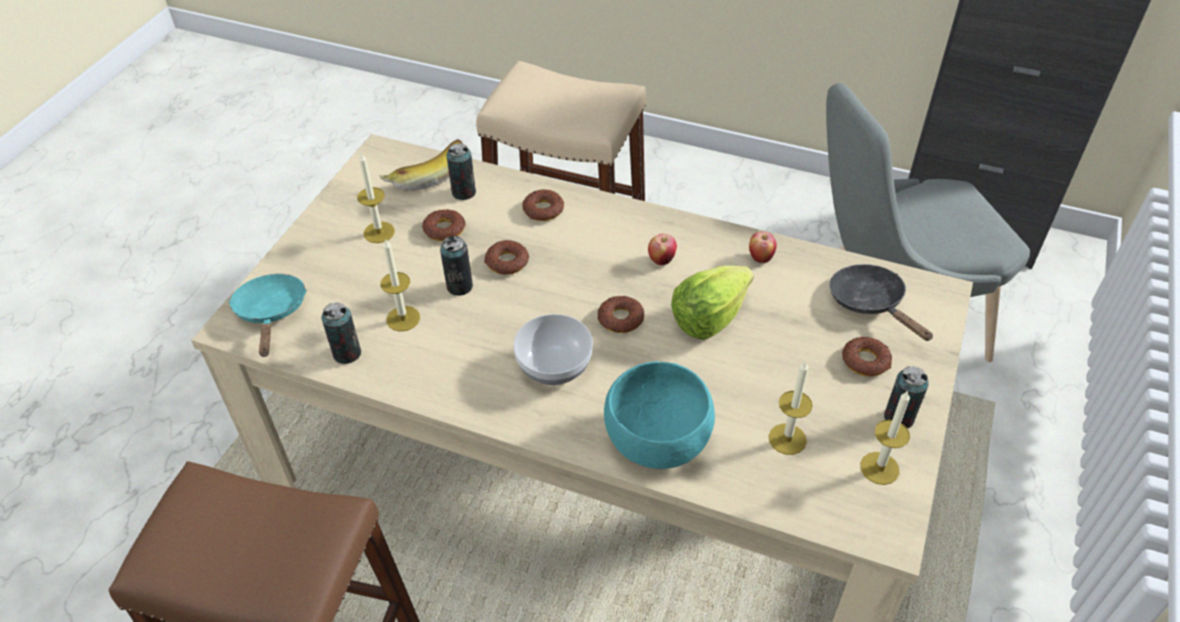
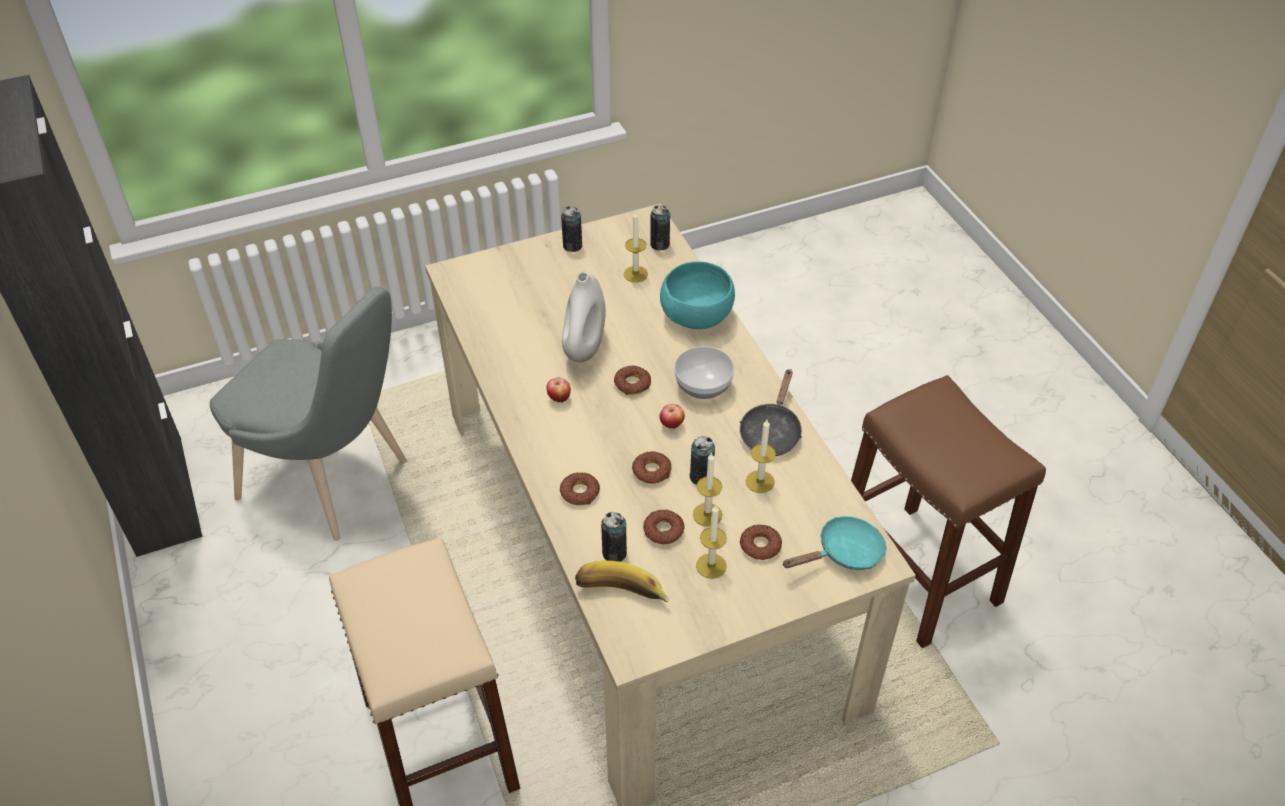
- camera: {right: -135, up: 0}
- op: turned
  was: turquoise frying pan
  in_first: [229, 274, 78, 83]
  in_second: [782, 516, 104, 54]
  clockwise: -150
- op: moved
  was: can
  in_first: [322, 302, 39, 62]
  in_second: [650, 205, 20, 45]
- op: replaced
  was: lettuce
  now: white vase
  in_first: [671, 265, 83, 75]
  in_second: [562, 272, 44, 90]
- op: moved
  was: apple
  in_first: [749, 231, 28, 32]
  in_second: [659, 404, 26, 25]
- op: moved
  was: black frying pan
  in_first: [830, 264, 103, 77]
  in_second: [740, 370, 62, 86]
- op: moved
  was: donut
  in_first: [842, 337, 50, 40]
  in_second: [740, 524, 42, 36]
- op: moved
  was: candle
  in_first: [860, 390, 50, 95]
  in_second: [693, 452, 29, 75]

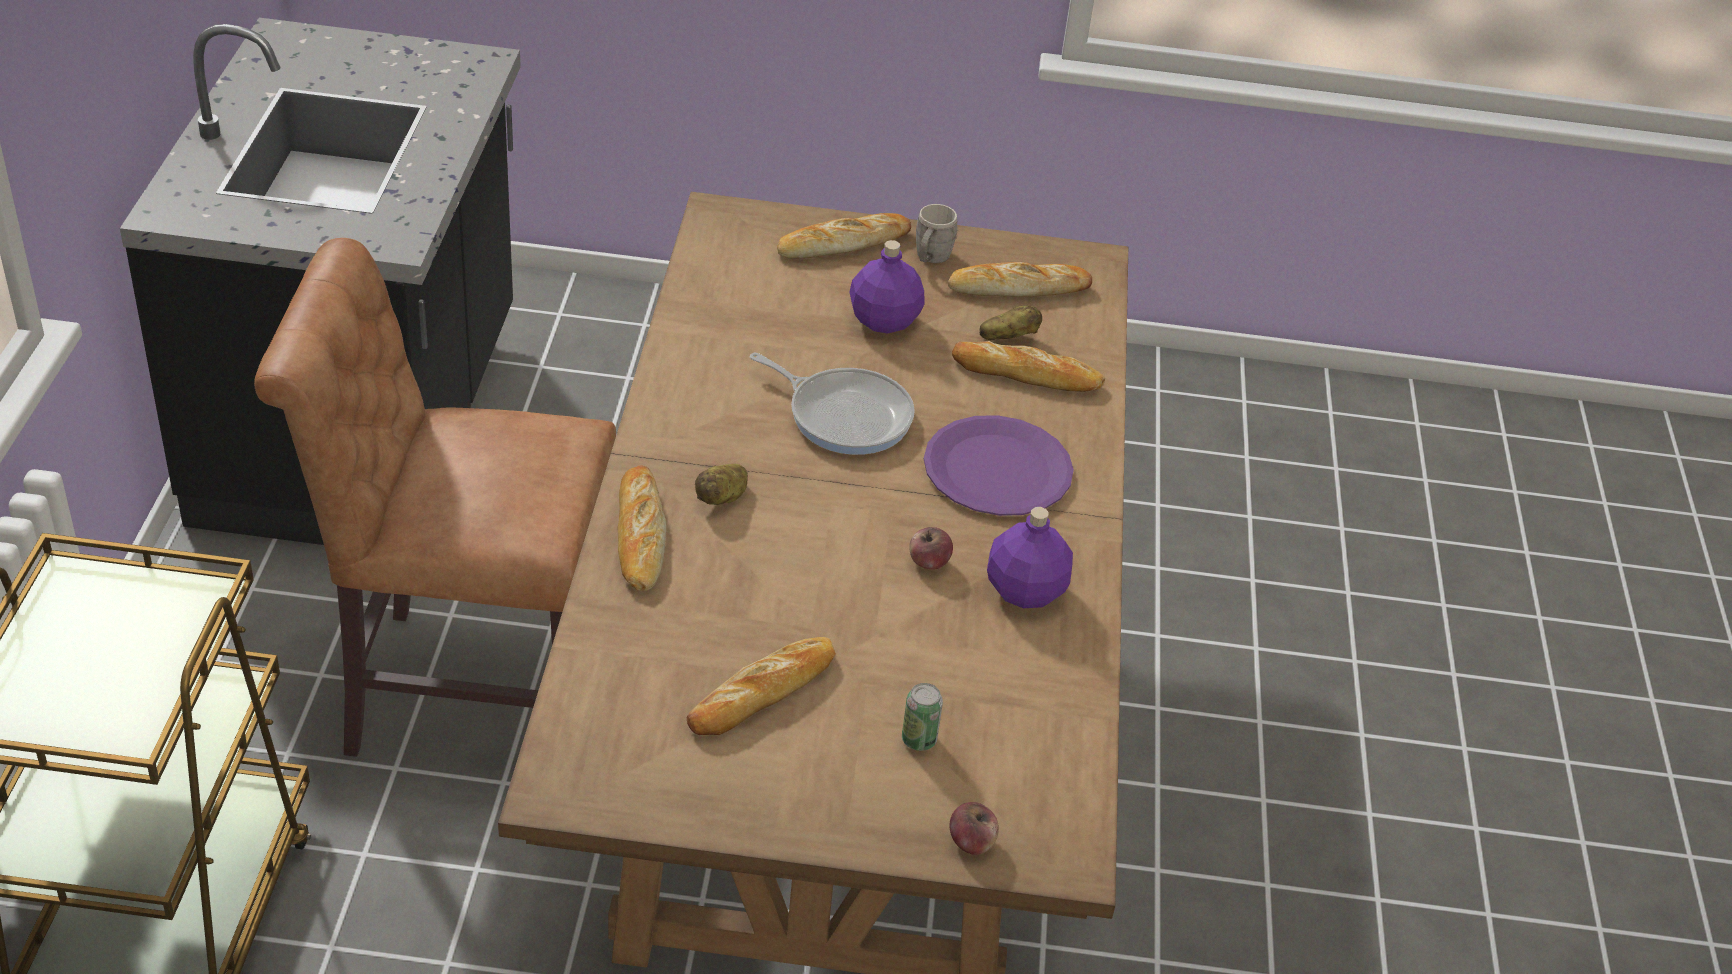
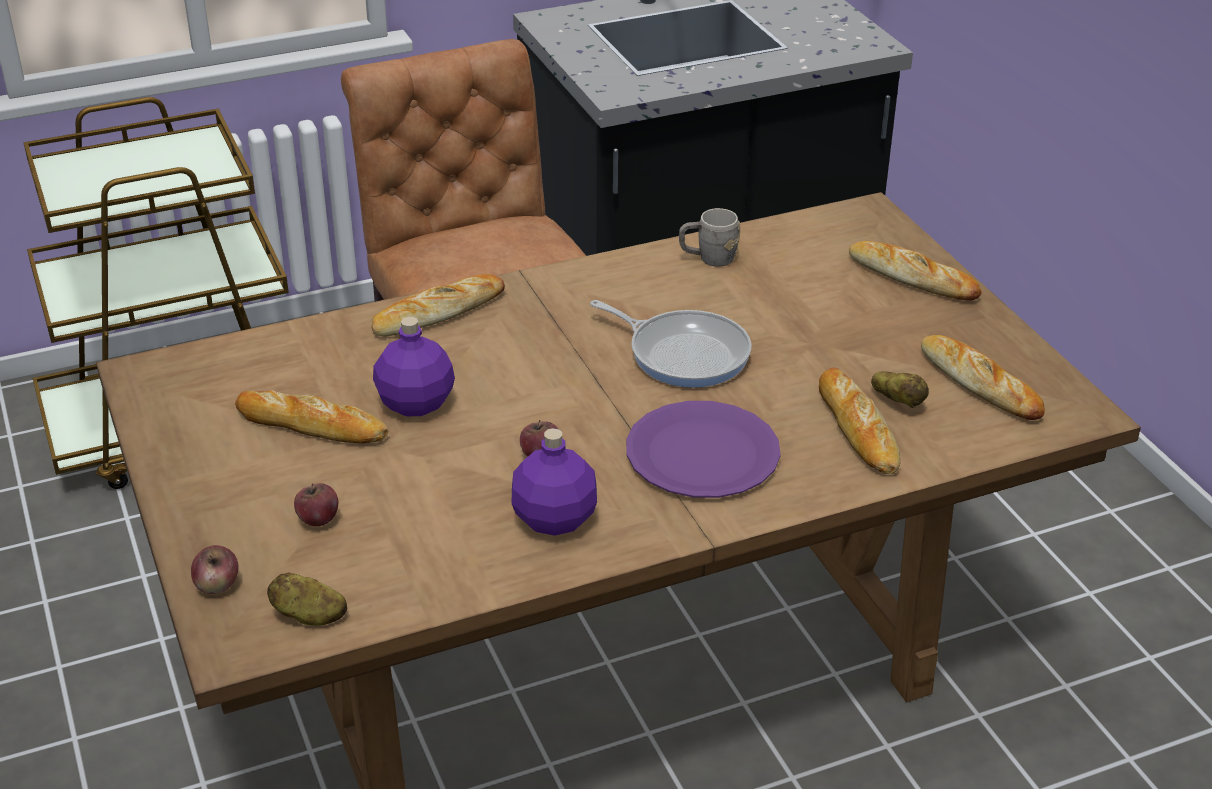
- camera: {right: 65, up: -5}
- op: moved
  was: potato
  in_first: [695, 464, 53, 41]
  in_second: [267, 572, 80, 54]
- op: turned
  was: frying pan
  in_first: [750, 353, 165, 102]
  in_second: [590, 300, 161, 88]
  clockwise: -60
- op: moved
  was: purple bottle
  in_first: [849, 240, 76, 93]
  in_second: [373, 317, 82, 99]
- op: replaced
  was: can
  now: apple
  in_first: [902, 683, 41, 68]
  in_second: [294, 483, 44, 44]
- op: moved
  was: grey mug
  in_first: [916, 204, 42, 59]
  in_second: [679, 208, 61, 59]

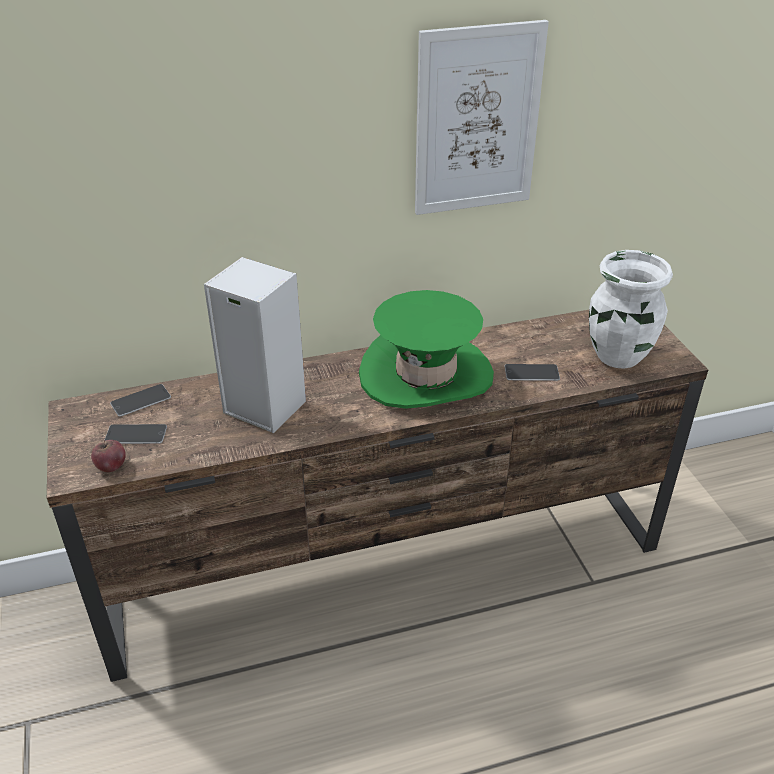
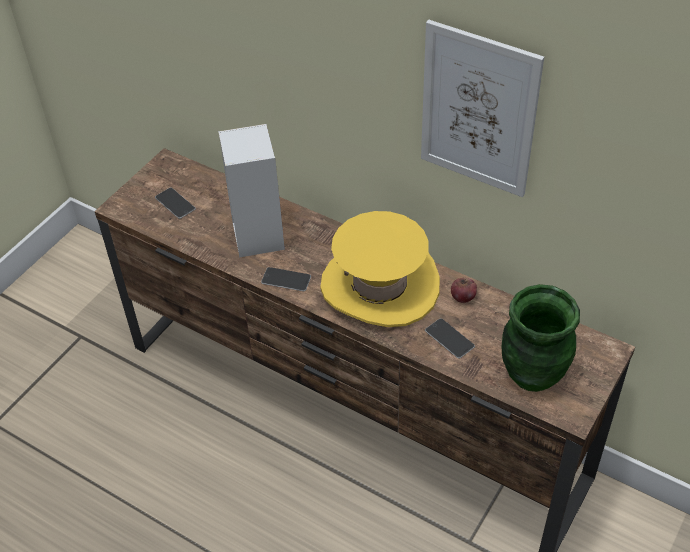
- camera: {right: 50, up: 10}
- op: moved
  was: apple
  in_first: [91, 440, 35, 32]
  in_second: [451, 277, 26, 26]
- op: moved
  was: phone
  in_first: [110, 384, 61, 33]
  in_second: [261, 267, 50, 24]
- op: recoloured
  was: green hat
  now: yellow hat
  in_first: [359, 290, 135, 119]
  in_second: [320, 211, 120, 116]
- op: recoloured
  was: white vase
  now: green vase
  in_first: [589, 250, 84, 119]
  in_second: [502, 284, 78, 108]

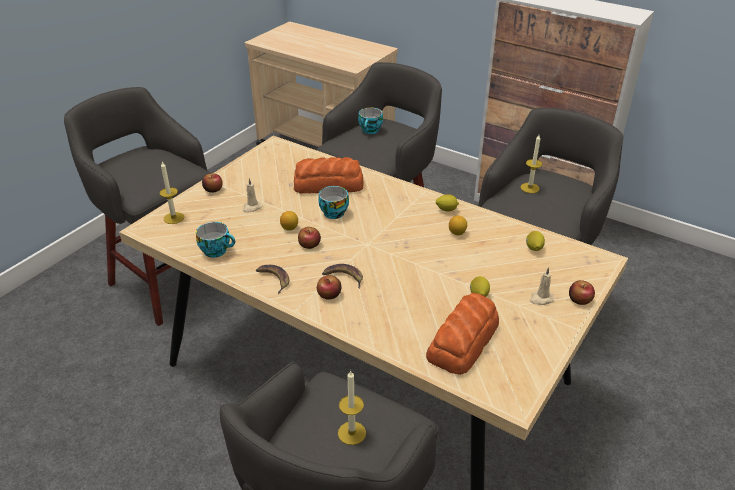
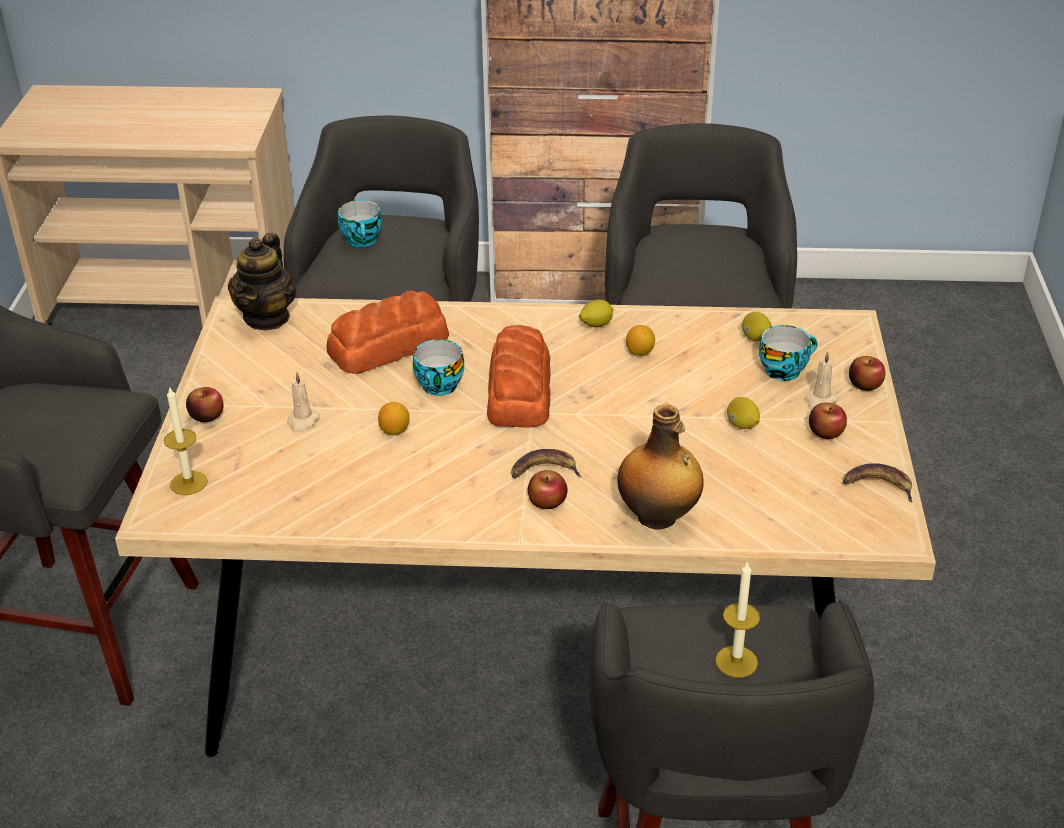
- camera: {right: -30, up: 0}
- op: moved
  was: cup
  in_first: [196, 222, 39, 36]
  in_second: [759, 325, 58, 56]
- op: moved
  was: banana
  in_first: [256, 265, 33, 29]
  in_second: [843, 463, 70, 40]
- op: moved
  was: apple
  in_first: [298, 227, 23, 22]
  in_second: [809, 403, 38, 36]
- op: moved
  was: bread
  in_first: [426, 293, 73, 82]
  in_second: [487, 325, 64, 103]
- op: removed
  was: candle
  in_first: [520, 135, 22, 58]
- op: added
  now: teapot
  in_second: [228, 233, 68, 97]
- op: added
  now: bottle
  in_second: [617, 404, 87, 126]

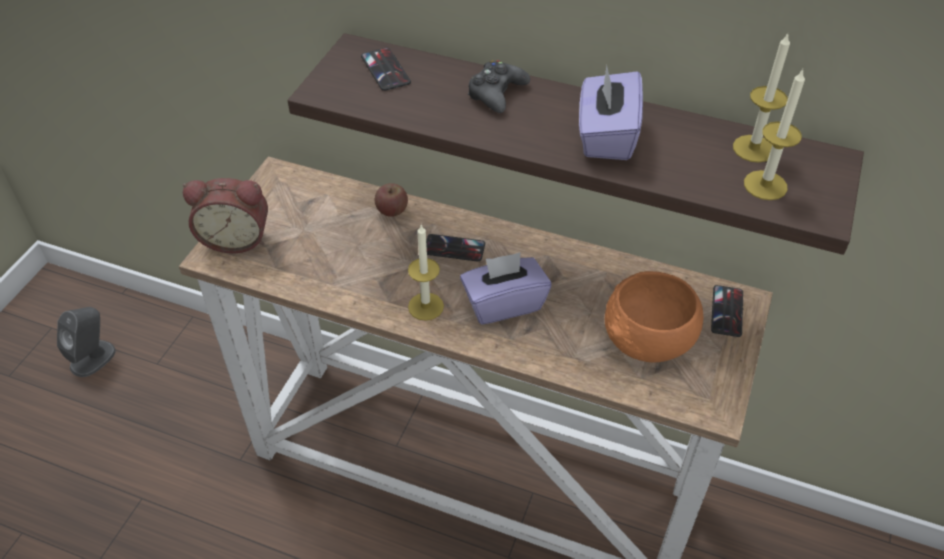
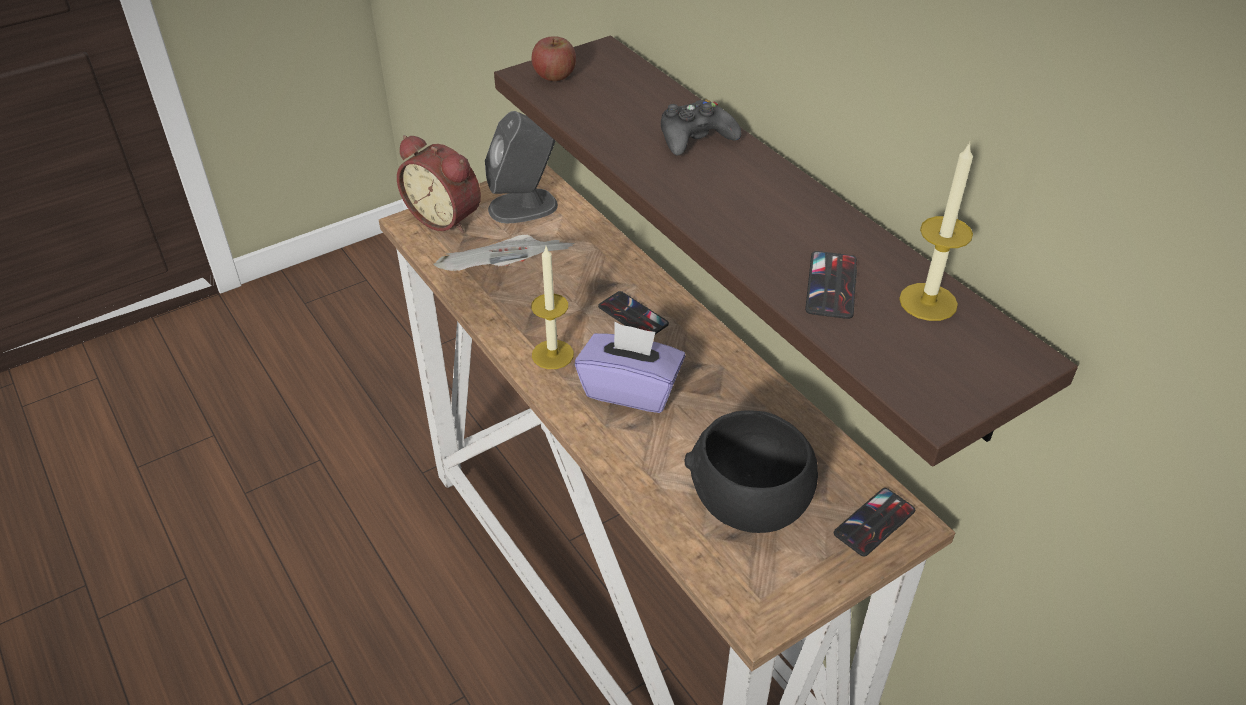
- camera: {right: 35, up: -5}
- op: moved
  was: grey speaker
  in_first: [57, 307, 59, 70]
  in_second: [485, 111, 73, 112]
- op: moved
  was: phone
  in_first: [361, 48, 50, 43]
  in_second: [805, 251, 52, 68]
- op: moved
  was: apple
  in_first: [375, 183, 33, 34]
  in_second: [532, 36, 44, 45]
- op: removed
  was: purple tissue box
  in_first: [579, 65, 64, 95]
- op: recoloured
  was: orange bowl
  now: black bowl
  in_first: [605, 271, 98, 92]
  in_second: [684, 410, 134, 123]
- op: removed
  was: candle
  in_first: [744, 69, 61, 131]
- op: added
  now: newspaper
  in_second: [434, 234, 141, 37]

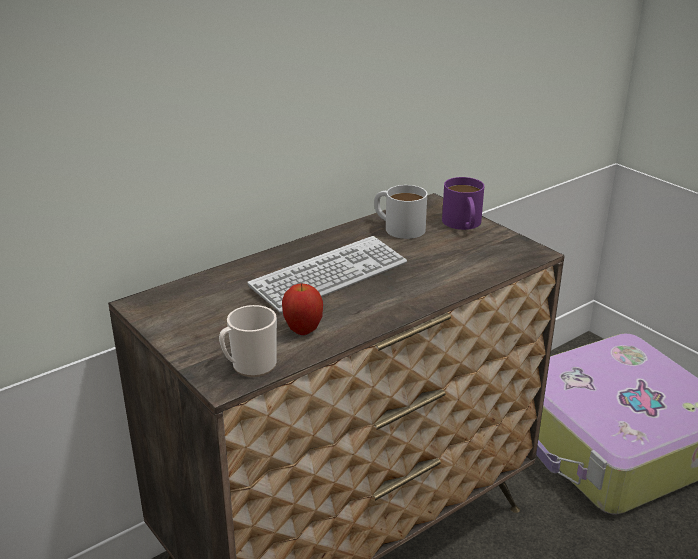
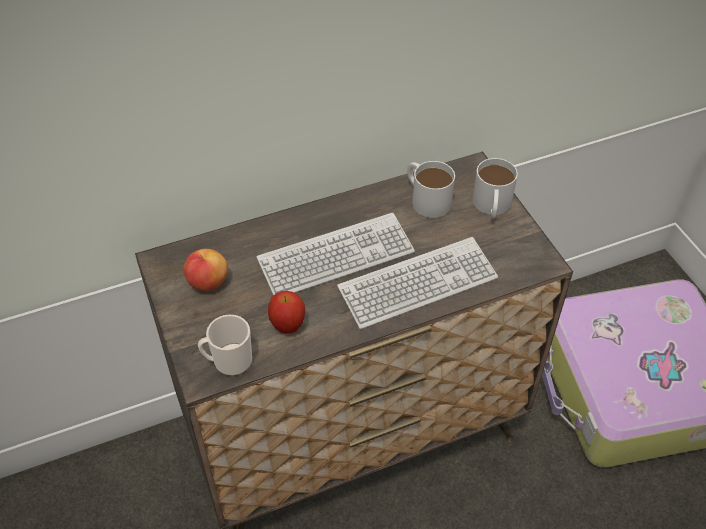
- camera: {right: 15, up: 20}
- op: recoloured
  was: purple mug
  now: white mug
  in_first: [442, 177, 42, 53]
  in_second: [472, 158, 46, 61]
- op: added
  now: apple
  in_second: [183, 249, 45, 42]
- op: added
  now: keyboard
  in_second: [337, 237, 161, 92]

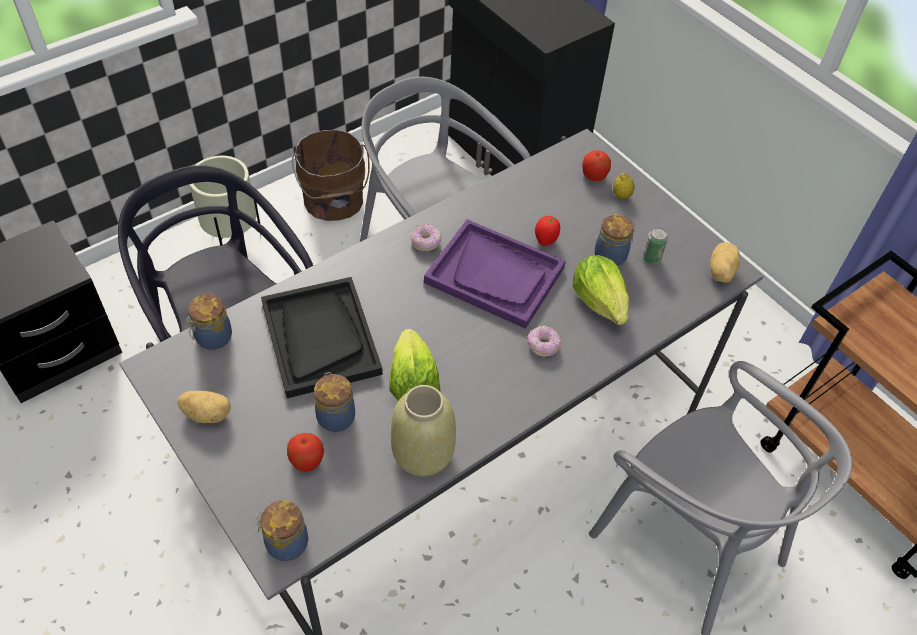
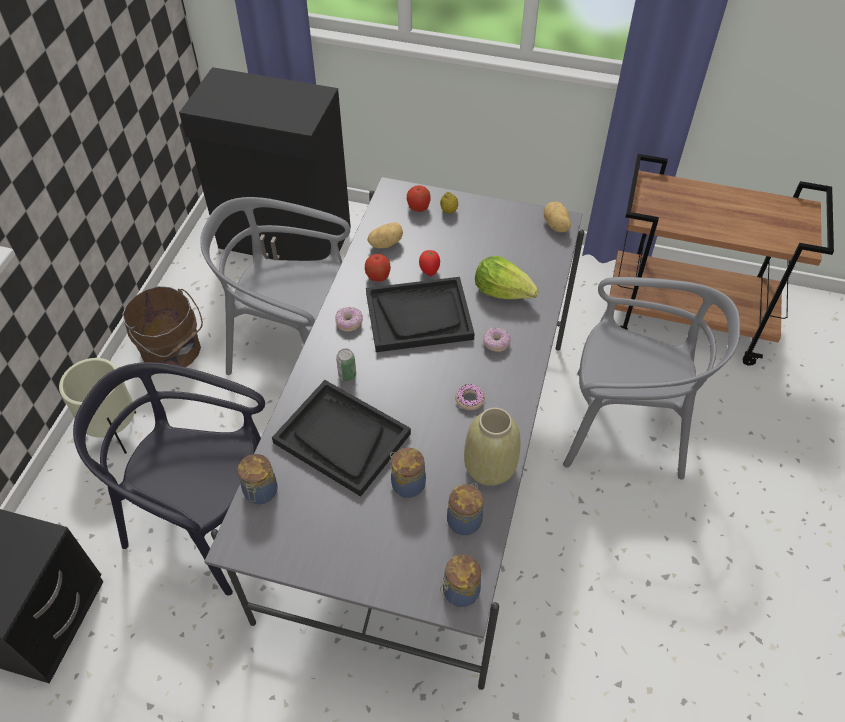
- camera: {right: -35, up: 0}
- op: moved
  was: potato
  in_first: [177, 391, 54, 32]
  in_second: [368, 222, 35, 26]
- op: moved
  was: apple
  in_first: [287, 433, 37, 39]
  in_second: [365, 254, 26, 28]
- op: removed
  was: lettuce
  in_first: [389, 329, 52, 72]
- op: recoloured
  was: purple tray
  now: black tray
  in_first: [424, 219, 142, 110]
  in_second: [366, 277, 109, 75]
- op: moved
  was: jar
  in_first: [595, 214, 41, 52]
  in_second: [447, 483, 36, 52]
- op: moved
  was: can
  in_first: [642, 227, 26, 37]
  in_second: [336, 349, 20, 32]
- op: added
  now: donut
  in_second: [455, 384, 30, 26]

